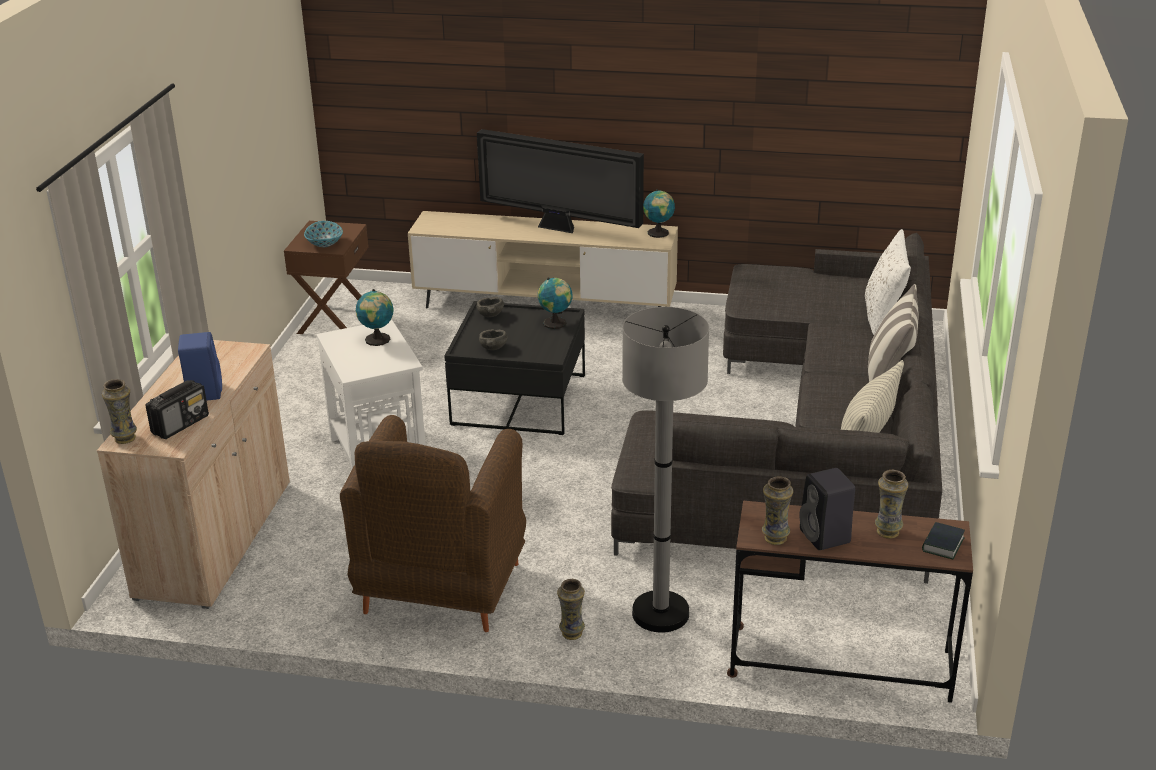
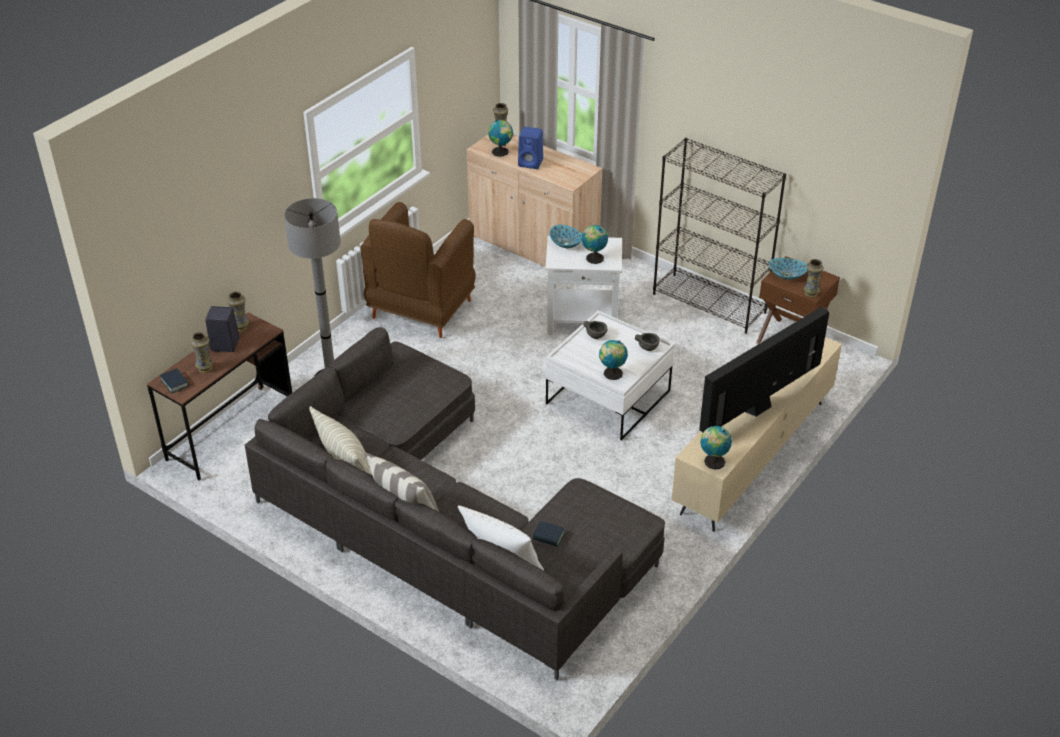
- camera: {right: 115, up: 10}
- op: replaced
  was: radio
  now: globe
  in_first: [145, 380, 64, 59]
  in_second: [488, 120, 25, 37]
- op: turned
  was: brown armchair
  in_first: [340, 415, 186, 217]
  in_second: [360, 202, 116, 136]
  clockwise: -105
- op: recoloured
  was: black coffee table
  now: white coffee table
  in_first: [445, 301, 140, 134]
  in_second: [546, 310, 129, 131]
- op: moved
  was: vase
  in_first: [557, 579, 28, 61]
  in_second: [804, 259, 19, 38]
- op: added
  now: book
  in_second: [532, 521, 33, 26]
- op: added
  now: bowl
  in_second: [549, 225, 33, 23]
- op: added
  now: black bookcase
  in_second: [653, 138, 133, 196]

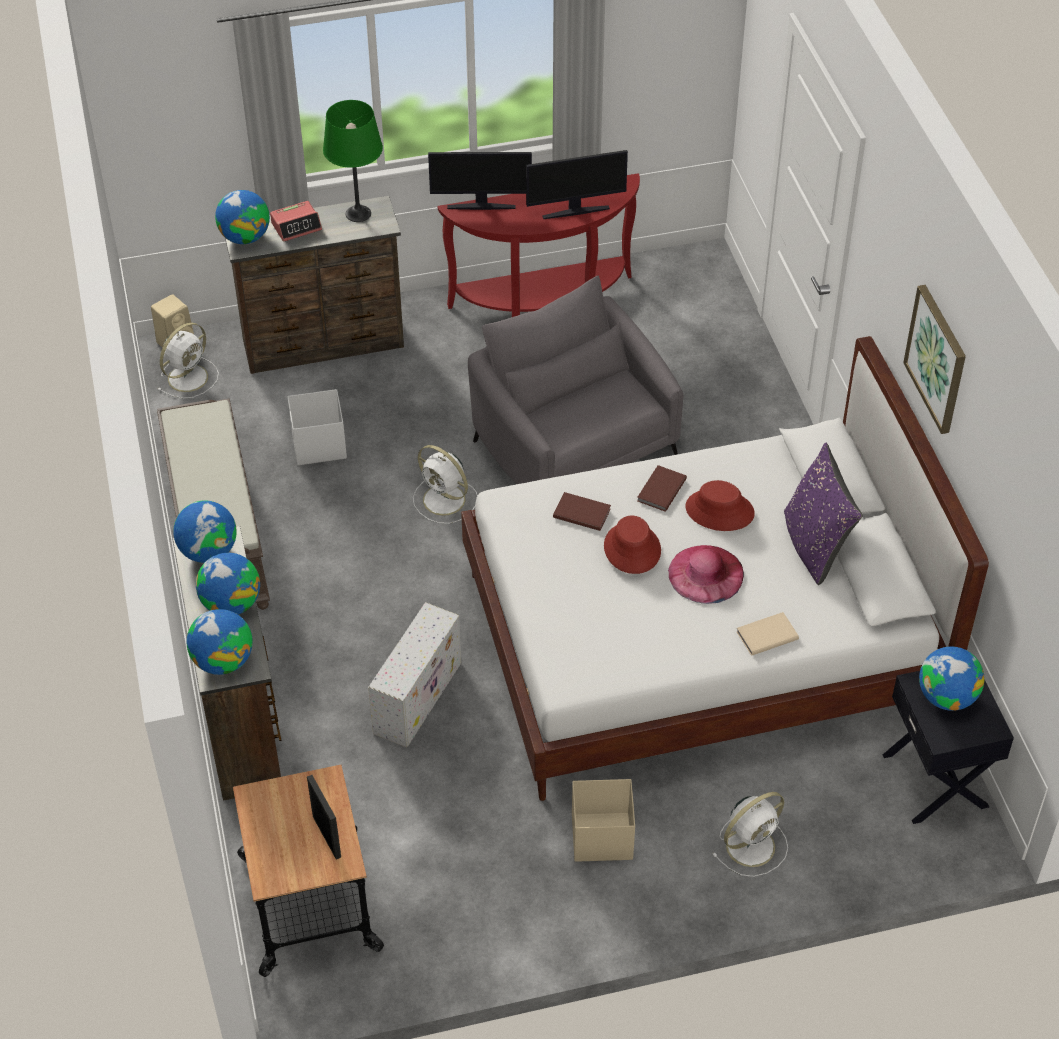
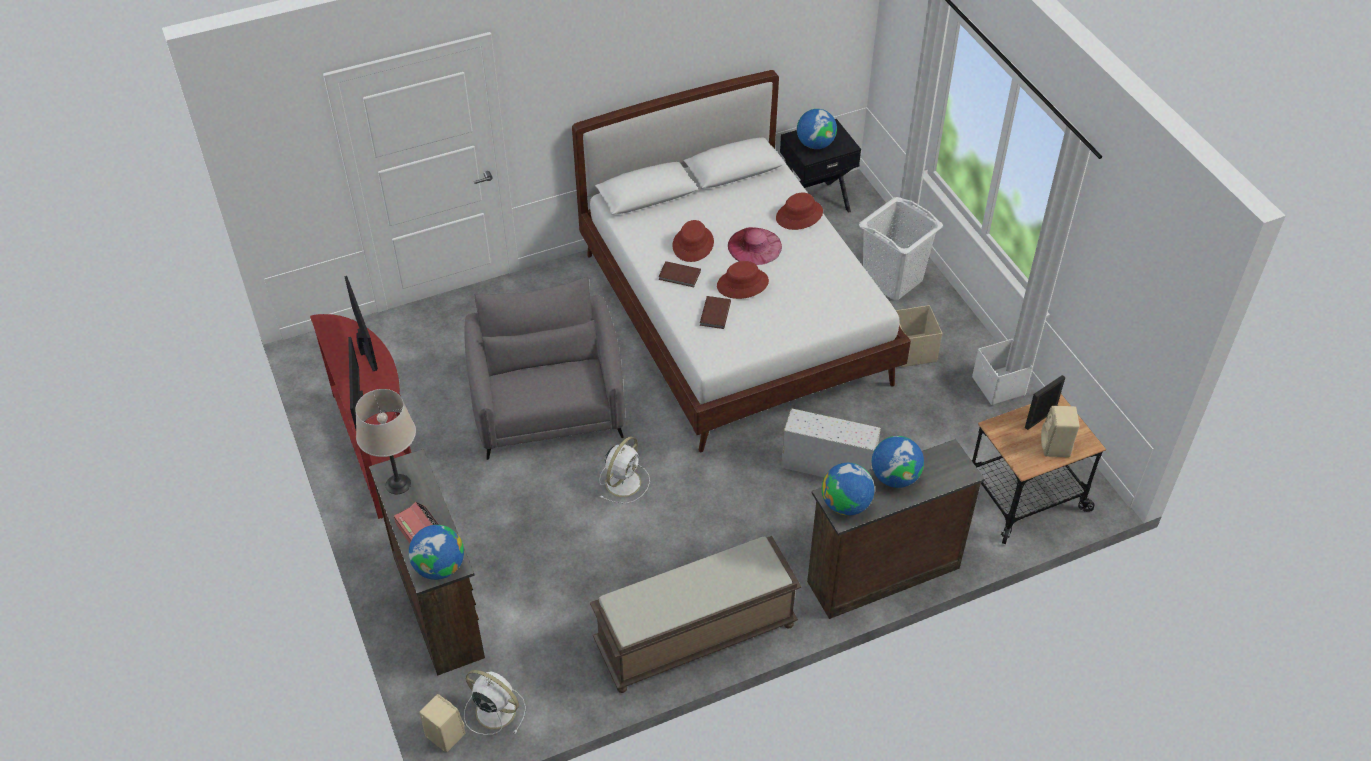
- camera: {right: -100, up: 0}
- op: removed
  was: globe
  in_first: [186, 609, 67, 66]
- op: moved
  was: white storage box
  in_first: [287, 389, 60, 76]
  in_second: [972, 339, 60, 66]
- op: recoloured
  was: green table lamp
  now: beige table lamp
  in_first: [323, 100, 60, 122]
  in_second: [355, 389, 61, 105]
- op: turned
  was: grey armchair
  in_first: [468, 275, 215, 209]
  in_second: [465, 277, 160, 183]
  clockwise: 120
- op: replaced
  was: white fan
  now: white laundry basket
  in_first: [713, 792, 75, 85]
  in_second: [859, 197, 84, 103]
- op: replaced
  was: beige book
  now: red hat
  in_first: [737, 612, 62, 44]
  in_second: [776, 192, 47, 38]
- op: removed
  was: purple pillow
  in_first: [784, 443, 78, 142]
- op: removed
  was: picture
  in_first: [903, 285, 63, 149]
- op: added
  now: beige speaker
  in_second: [1041, 406, 39, 51]

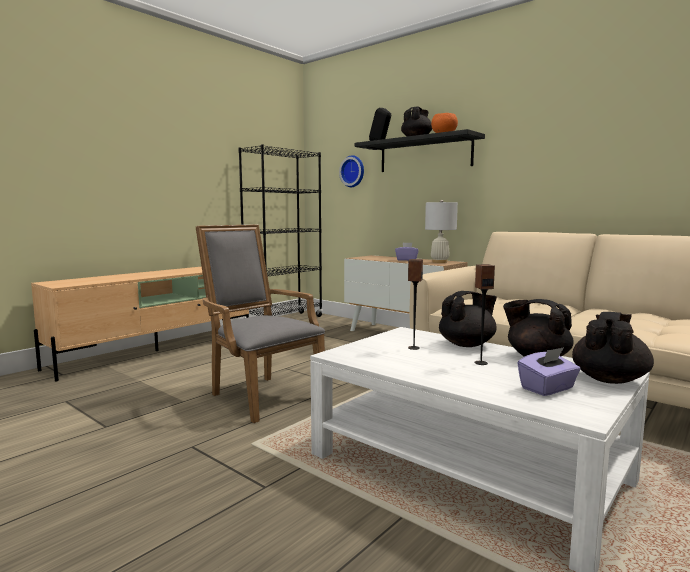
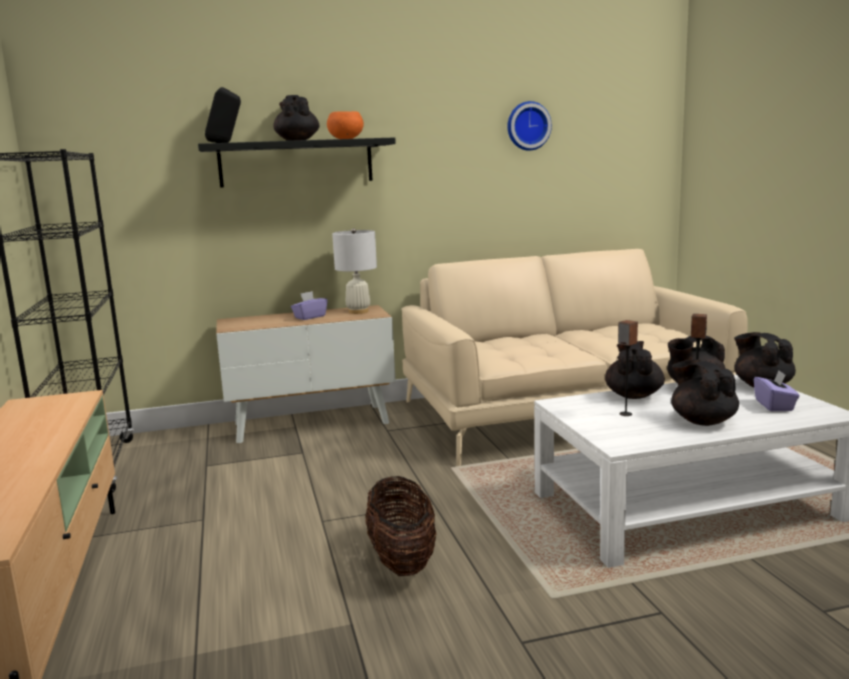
- camera: {right: -55, up: 5}
- op: replaced
  was: grey armchair
  now: basket
  in_first: [196, 224, 129, 199]
  in_second: [365, 476, 71, 100]
- op: moved
  was: wall clock
  in_first: [339, 155, 25, 32]
  in_second: [507, 101, 45, 50]
- op: added
  now: black teapot
  in_second: [671, 359, 68, 67]

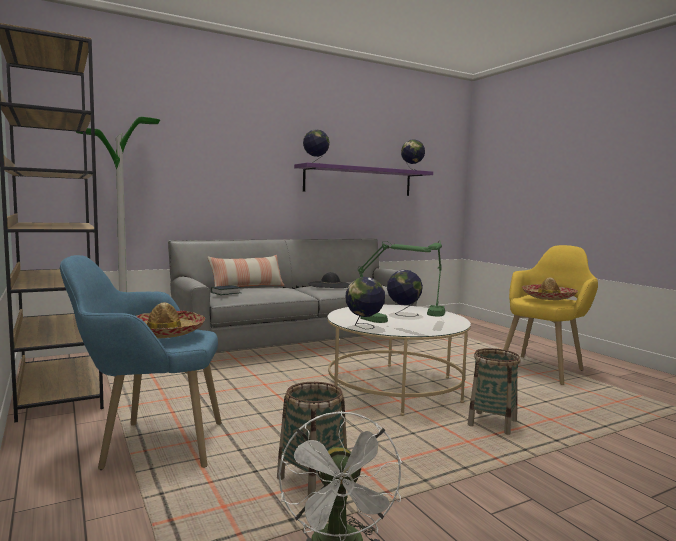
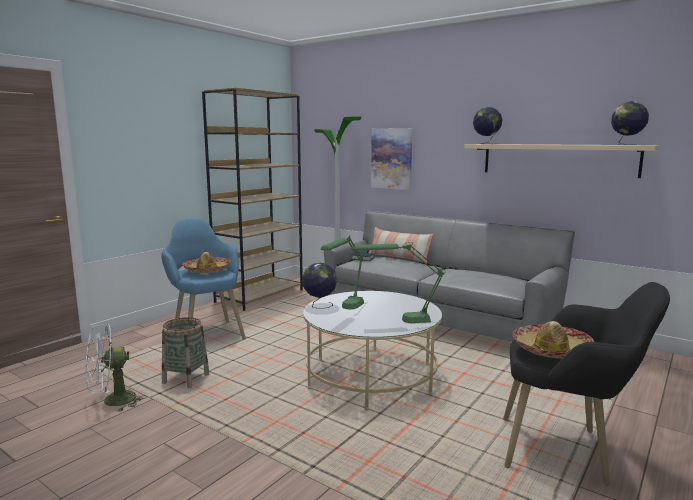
- camera: {right: 65, up: 5}
- op: recoloured
  was: purple shelf
  now: beige shelf
  in_first: [294, 163, 139, 33]
  in_second: [464, 144, 195, 34]
- op: removed
  was: black hat
  in_first: [309, 272, 41, 16]
- op: removed
  was: globe
  in_first: [387, 270, 36, 47]
- op: removed
  was: basket
  in_first: [468, 348, 52, 87]
- op: recoloured
  was: yellow armchair
  now: black armchair
  in_first: [503, 245, 95, 140]
  in_second: [503, 282, 167, 203]
- op: added
  now: picture
  in_second: [371, 128, 41, 62]

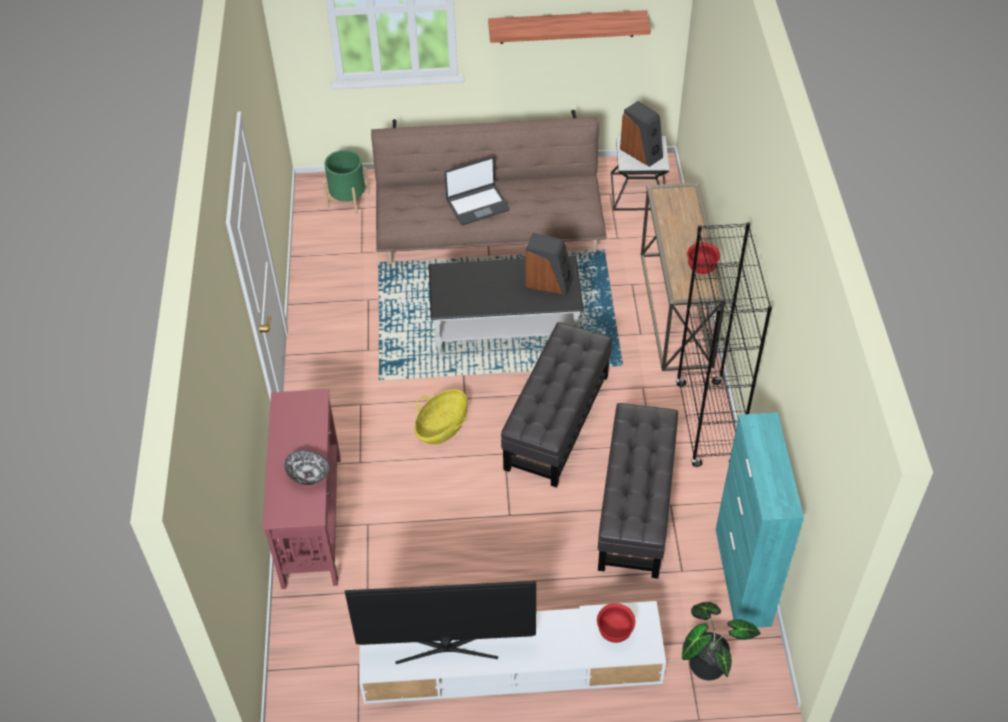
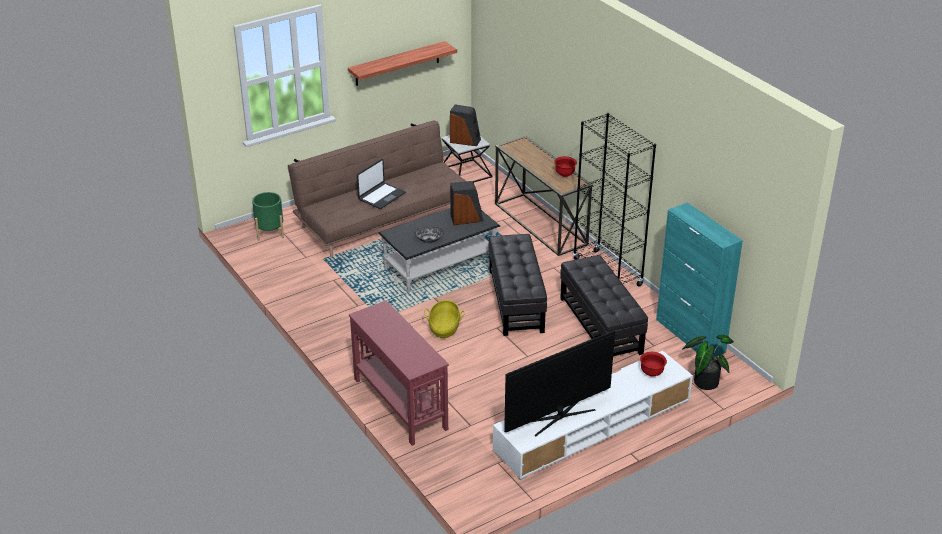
- camera: {right: -30, up: -15}
- op: moved
  was: bowl
  in_first: [284, 450, 46, 35]
  in_second: [414, 227, 30, 16]

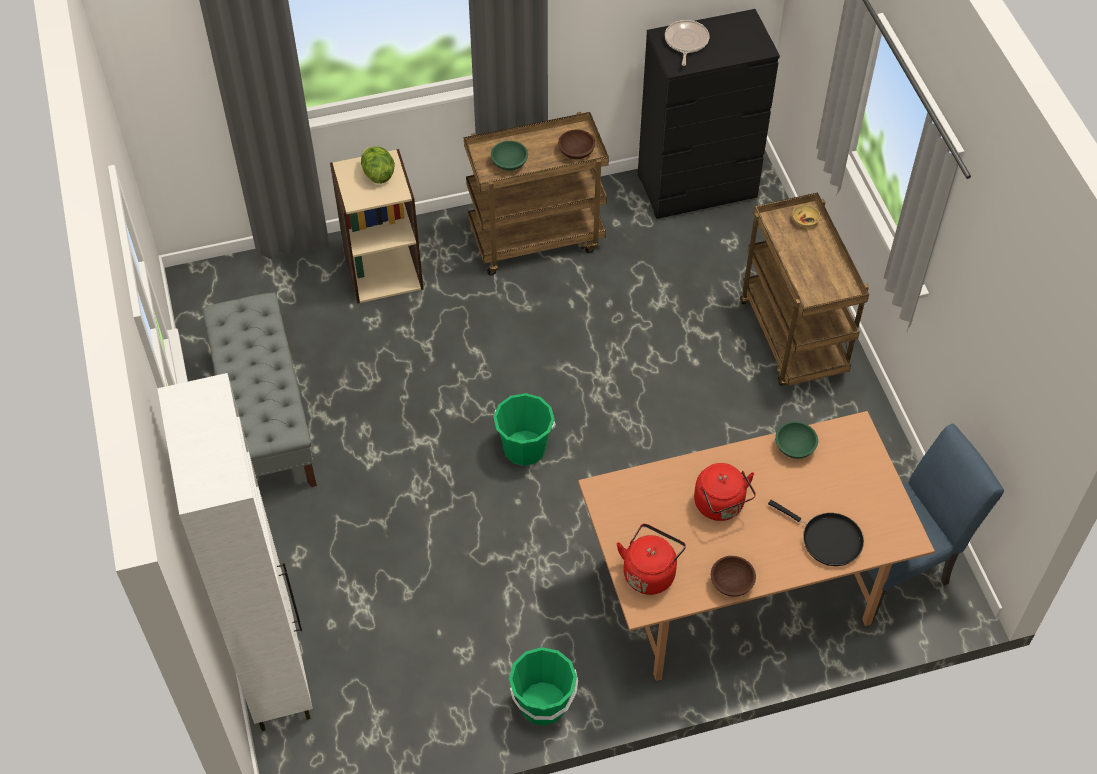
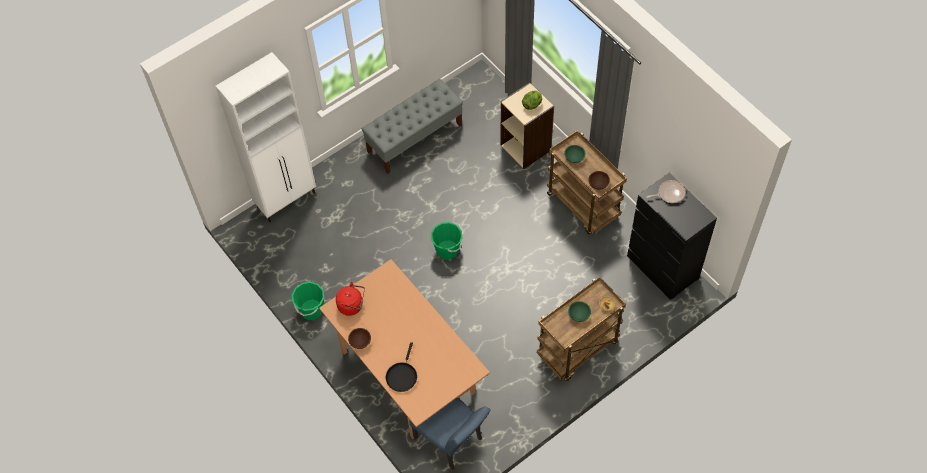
- camera: {right: 70, up: 5}
- op: removed
  was: red kettle
  in_first: [694, 463, 62, 58]
- op: moved
  was: green bowl
  in_first: [775, 422, 43, 37]
  in_second: [568, 301, 23, 21]

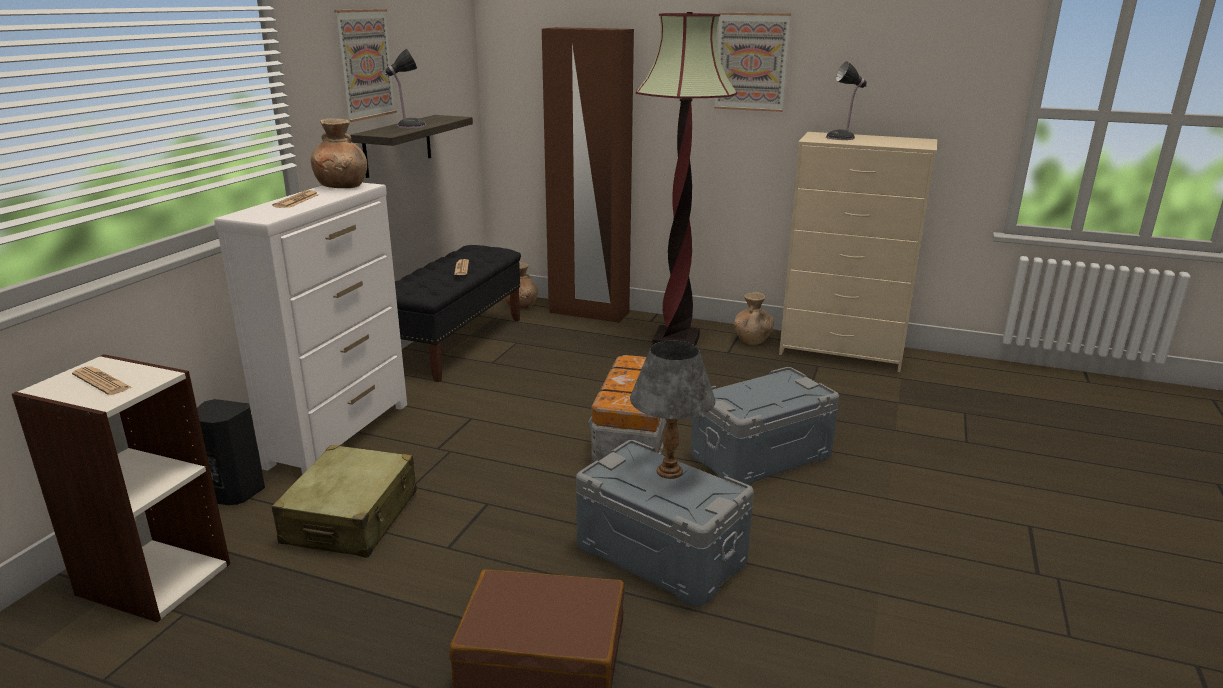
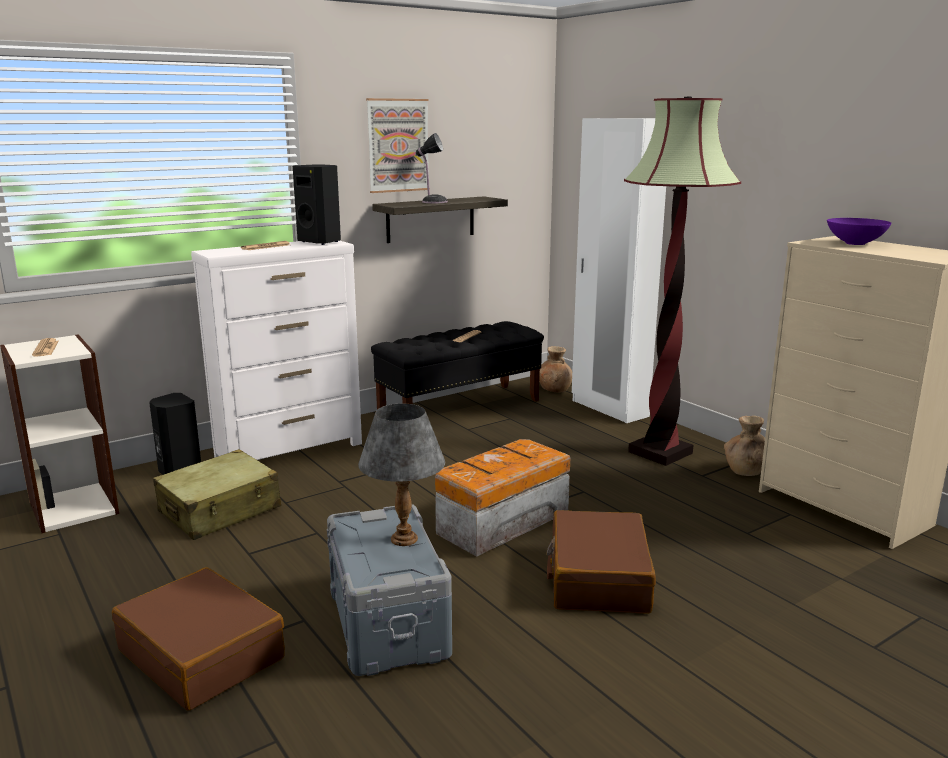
- camera: {right: 35, up: -5}
- op: replaced
  was: brown vase
  now: black speaker
  in_first: [311, 119, 56, 69]
  in_second: [293, 165, 48, 80]
- op: recoloured
  was: brown wardrobe
  now: white wardrobe
  in_first: [542, 27, 92, 296]
  in_second: [572, 118, 94, 305]
- op: replaced
  was: grey storage box
  now: brown suitcase
  in_first: [691, 367, 148, 118]
  in_second: [546, 510, 110, 104]
- op: removed
  was: picture
  in_first: [714, 13, 77, 99]
- op: replaced
  was: table lamp
  now: purple bowl
  in_first: [826, 61, 41, 79]
  in_second: [827, 218, 64, 27]

